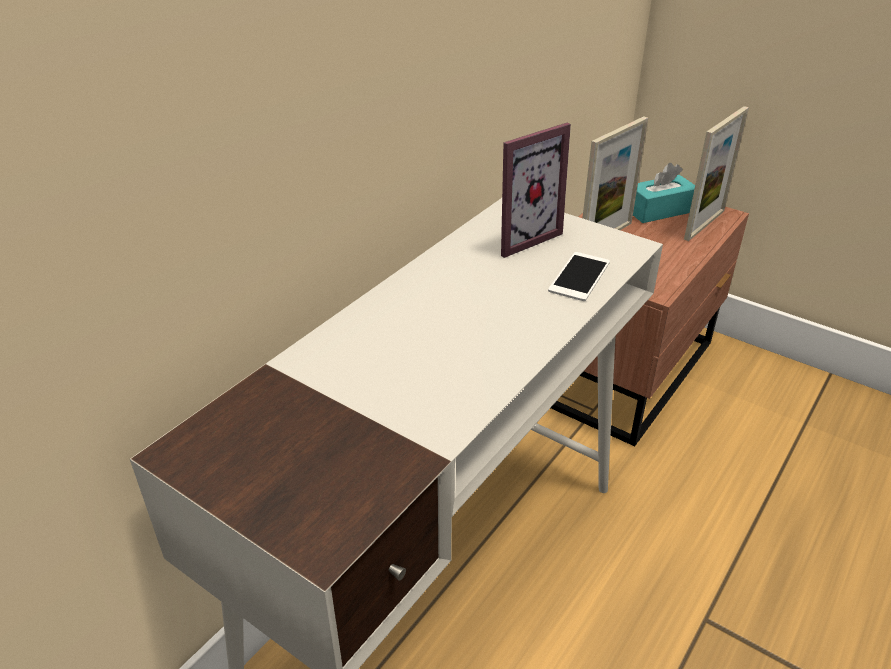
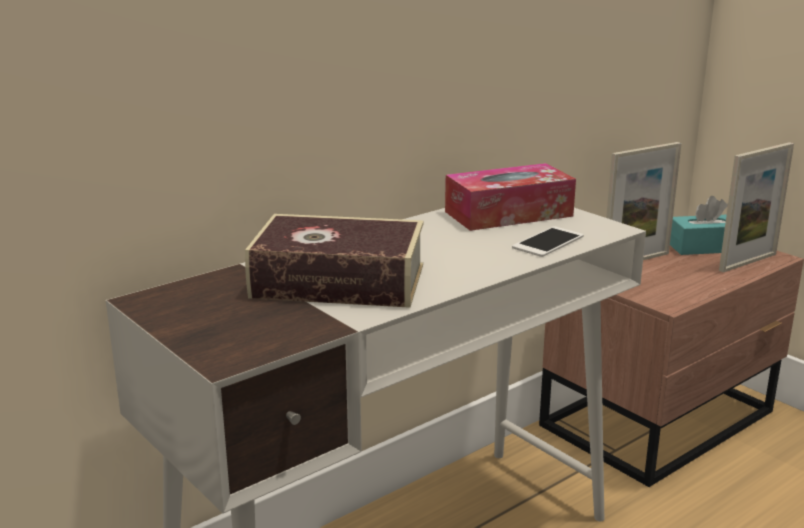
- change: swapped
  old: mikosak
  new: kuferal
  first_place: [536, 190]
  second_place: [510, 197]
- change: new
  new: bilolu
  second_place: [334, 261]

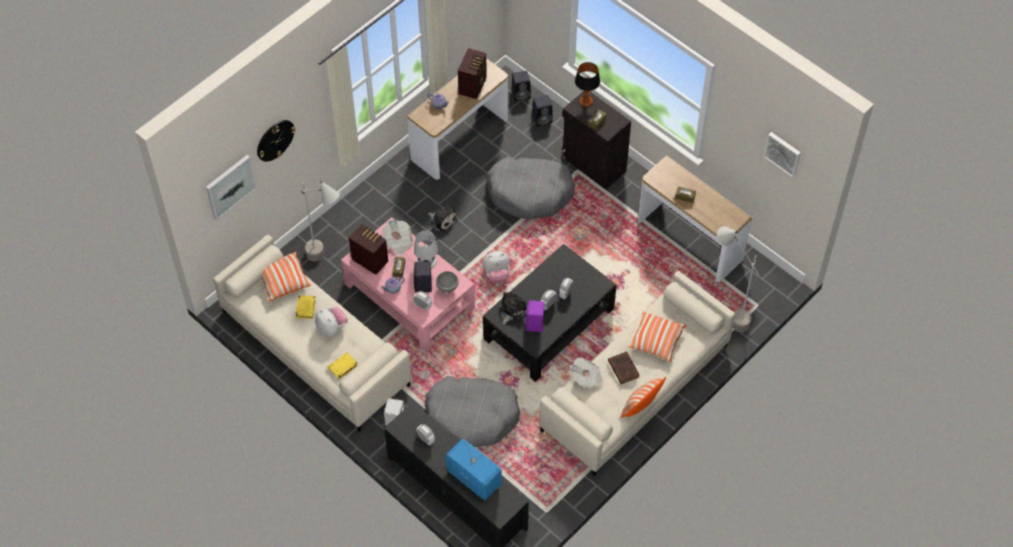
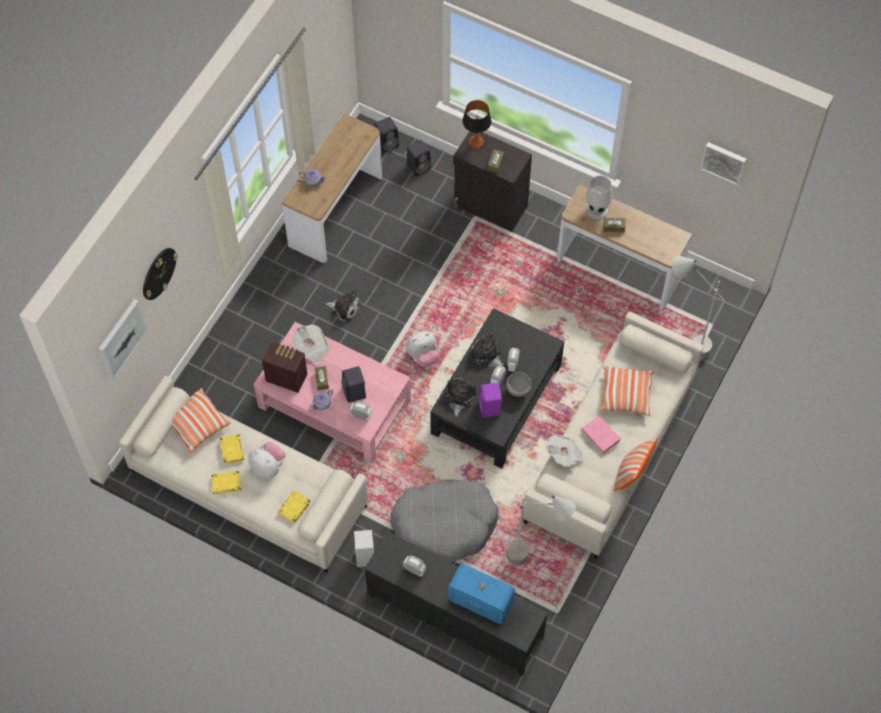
- change: shifted
  old: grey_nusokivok
  first_place: [320, 221]
  second_place: [541, 530]
- change: shifted
  old: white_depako
  first_place: [426, 250]
  second_place: [599, 197]
- change: shifted
  old: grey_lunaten
  first_place: [447, 282]
  second_place: [519, 384]
- change: gone
  old: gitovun
  first_place: [472, 73]
- change: gone
  old: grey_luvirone
  first_place: [531, 188]
- change: repainted
  old: brown_bilolu
  new: pink_bilolu
  first_place: [624, 367]
  second_place: [601, 434]
- change: new
  new: yellow_bilolu
  second_place: [226, 482]
- change: new
  new: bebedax
  second_place: [486, 350]

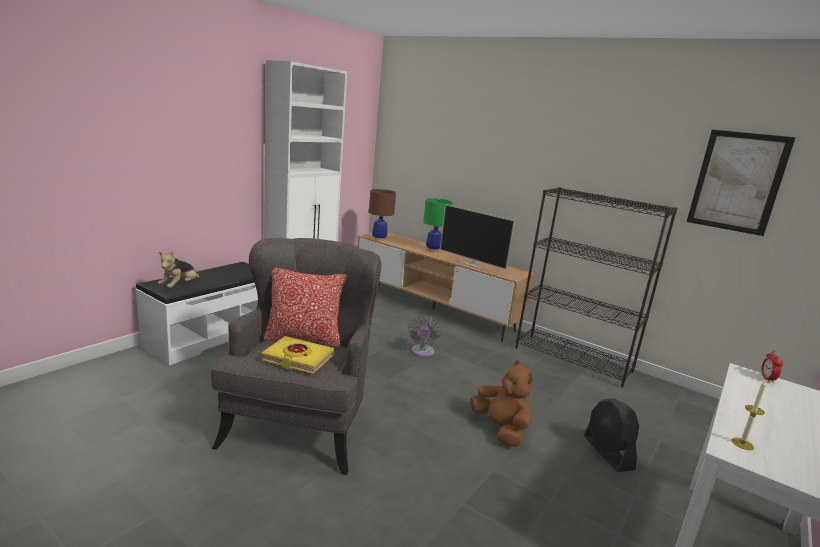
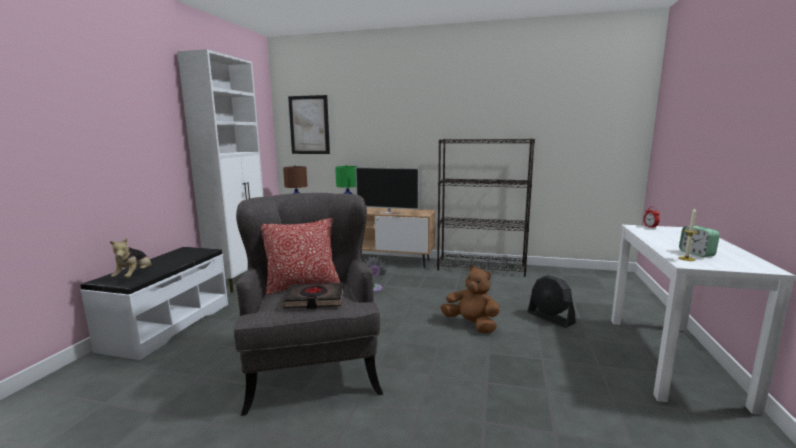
- change: repainted
  old: yellow_bilolu
  new: black_bilolu
  first_place: [297, 355]
  second_place: [313, 296]
- change: shifted
  old: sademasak
  first_place: [741, 183]
  second_place: [309, 124]
- change: new
  new: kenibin
  second_place: [699, 241]

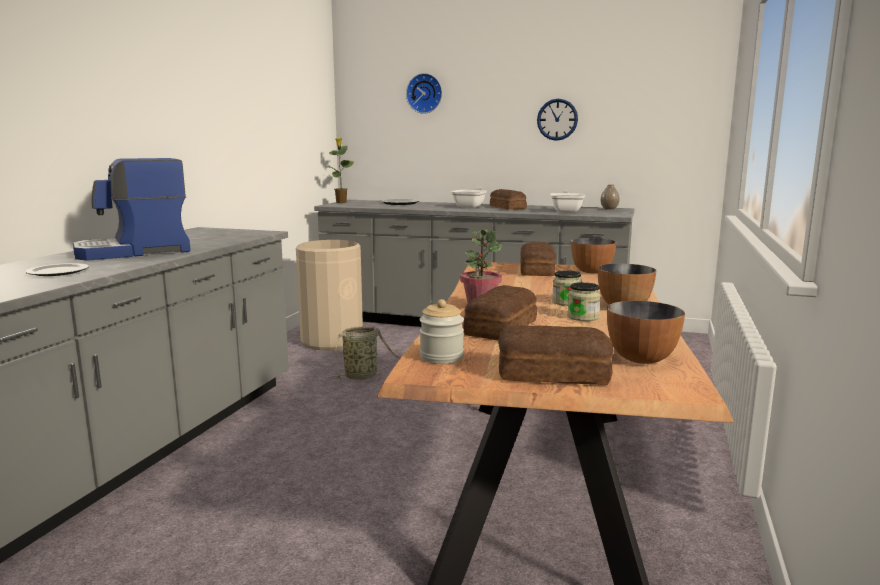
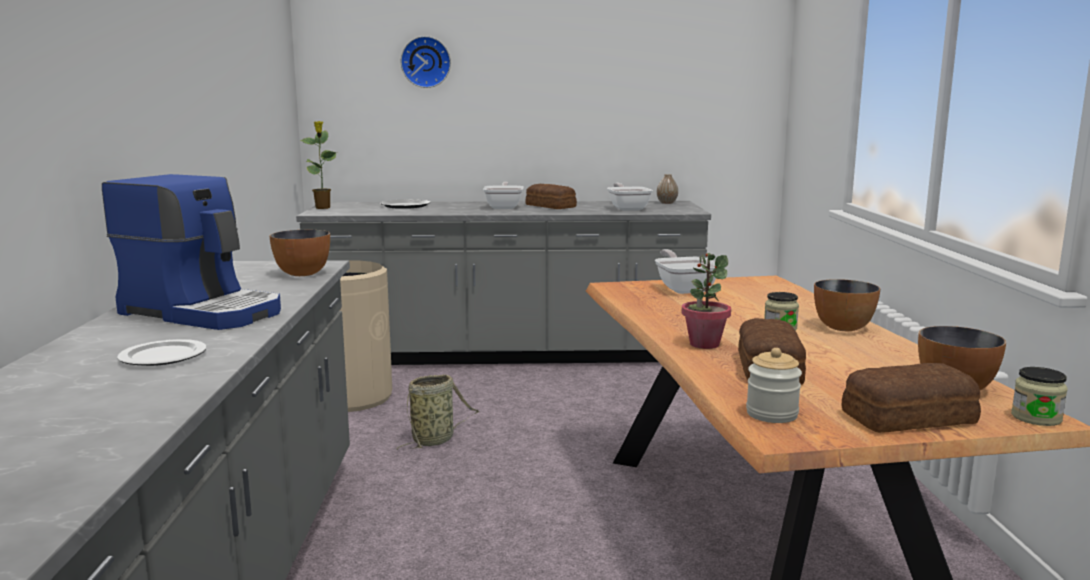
- change: rotated
  old: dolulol
  first_place: [131, 209]
  second_place: [191, 252]
  degrees: -105
- change: swapped
  old: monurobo
  new: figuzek
  first_place: [538, 259]
  second_place: [685, 271]
- change: gone
  old: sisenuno
  first_place: [557, 120]
- change: shifted
  old: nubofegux
  first_place: [583, 301]
  second_place: [1039, 396]
- change: shifted
  old: lunaten
  first_place: [593, 255]
  second_place: [300, 253]

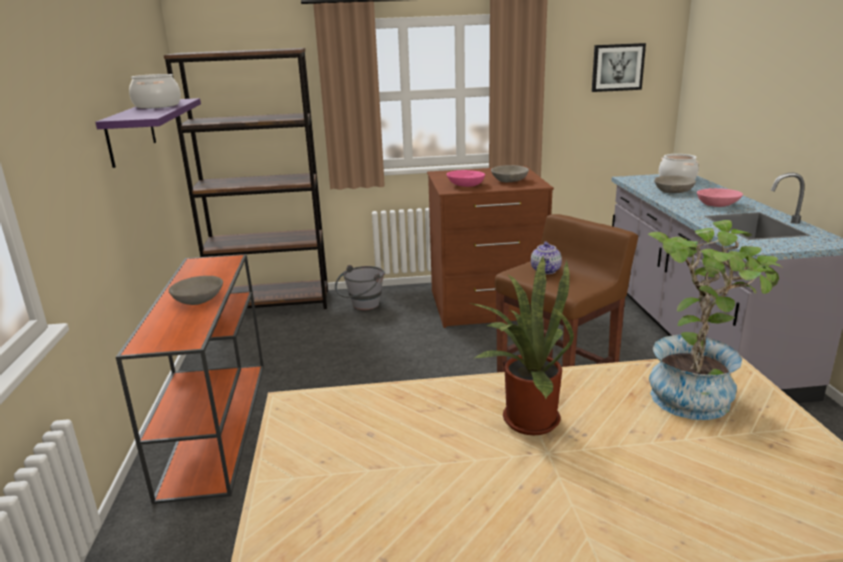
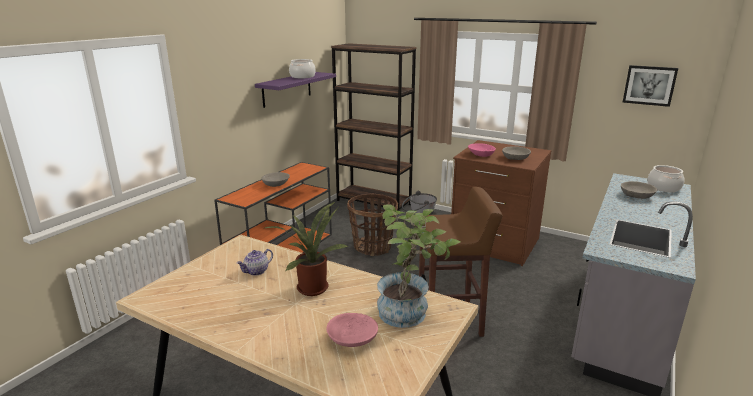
- change: shifted
  old: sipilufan
  first_place: [546, 258]
  second_place: [255, 262]
- change: shifted
  old: pink_lunaten
  first_place: [720, 197]
  second_place: [352, 330]
- change: new
  new: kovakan
  second_place: [372, 224]

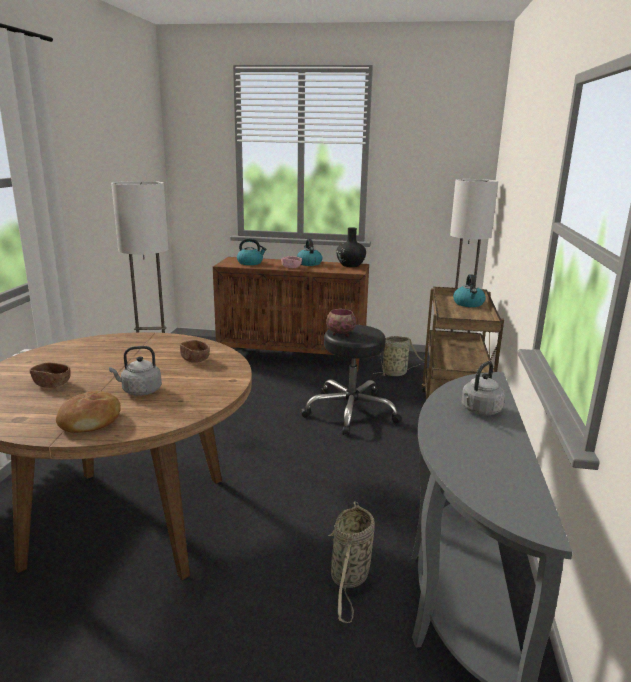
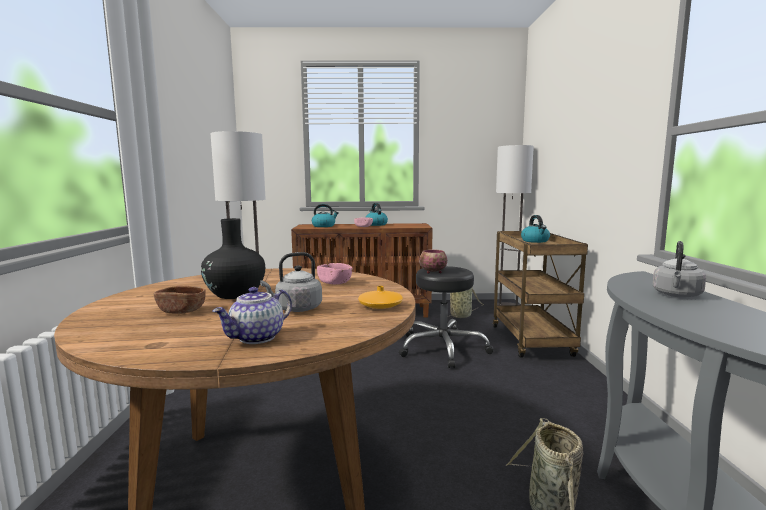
- change: swapped
  old: monurobo
  new: sipilufan
  first_place: [88, 412]
  second_place: [252, 315]
- change: repainted
  old: brown_lunaten
  new: pink_lunaten
  first_place: [195, 351]
  second_place: [334, 273]
- change: shifted
  old: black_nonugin
  first_place: [351, 247]
  second_place: [233, 258]
- change: new
  new: orange_nonugin
  second_place: [380, 297]

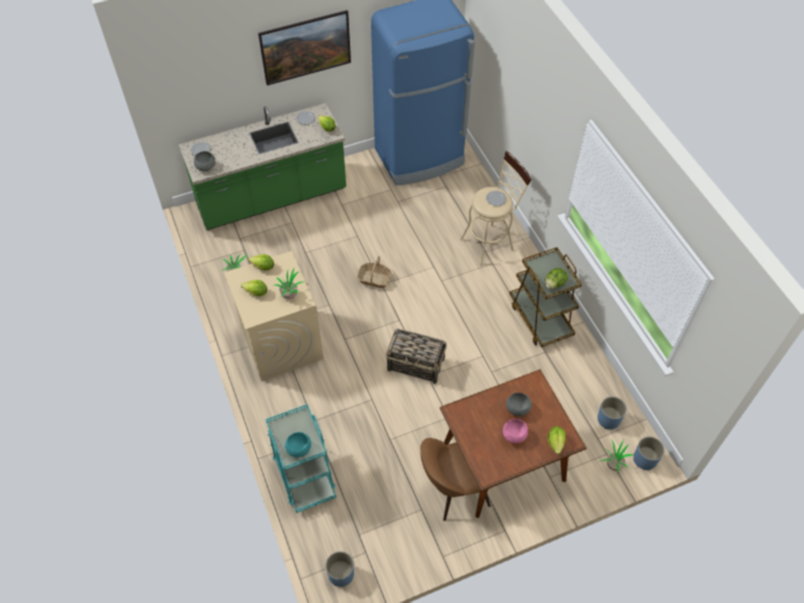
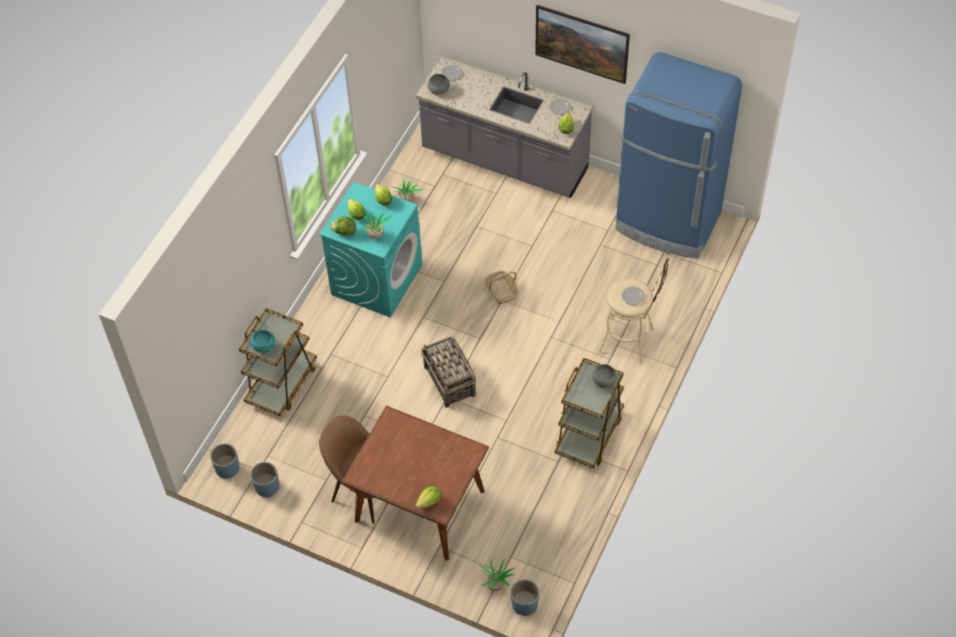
- change: repainted
  old: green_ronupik
  new: grey_ronupik
  first_place: [262, 166]
  second_place: [504, 127]
- change: repainted
  old: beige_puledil
  new: turquoise_puledil
  first_place: [274, 316]
  second_place: [370, 250]
- change: repainted
  old: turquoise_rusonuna
  new: brown_rusonuna
  first_place: [301, 458]
  second_place: [278, 362]
- change: gone
  old: pink_lunaten
  first_place: [515, 431]
- change: shifted
  old: grey_lunaten
  first_place: [519, 404]
  second_place: [604, 376]
- change: shifted
  old: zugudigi
  first_place: [556, 278]
  second_place: [343, 225]
- change: shifted
  old: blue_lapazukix
  first_place: [612, 412]
  second_place: [264, 479]

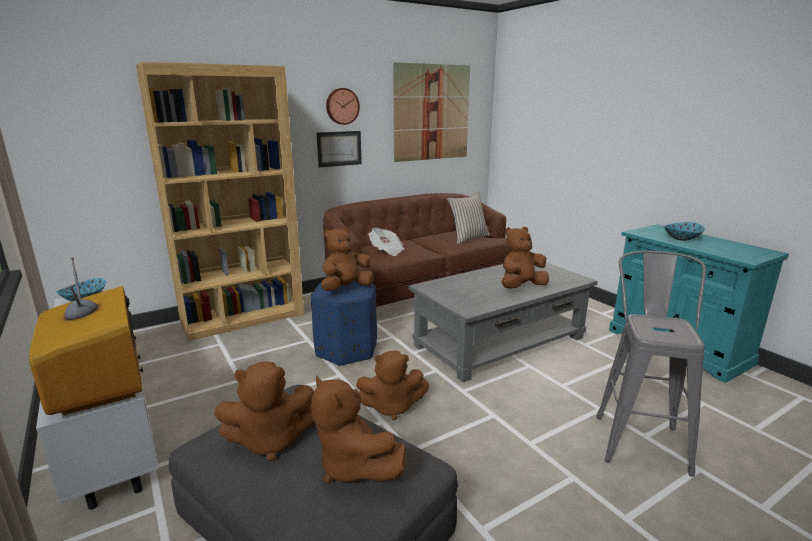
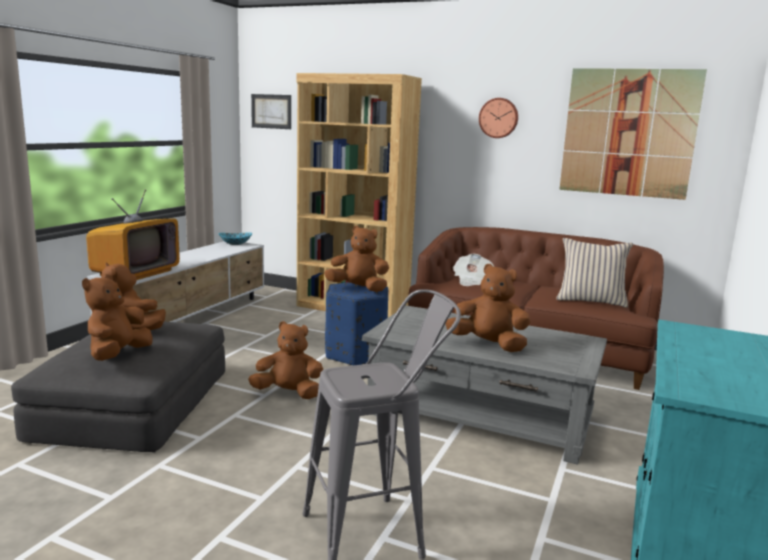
- change: shifted
  old: sademasak
  first_place: [339, 149]
  second_place: [271, 111]
- change: rotated
  old: brown_bebedax
  first_place: [392, 385]
  second_place: [285, 360]
  degrees: 135
- change: gone
  old: lunaten
  first_place: [684, 231]

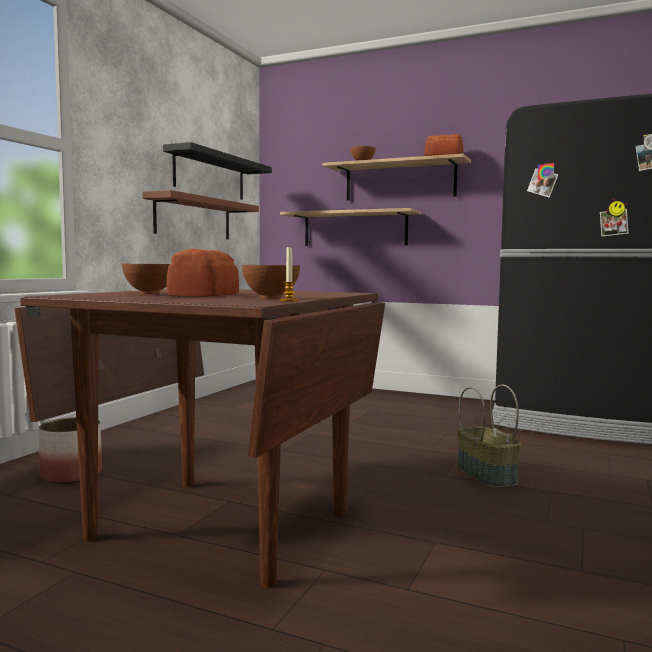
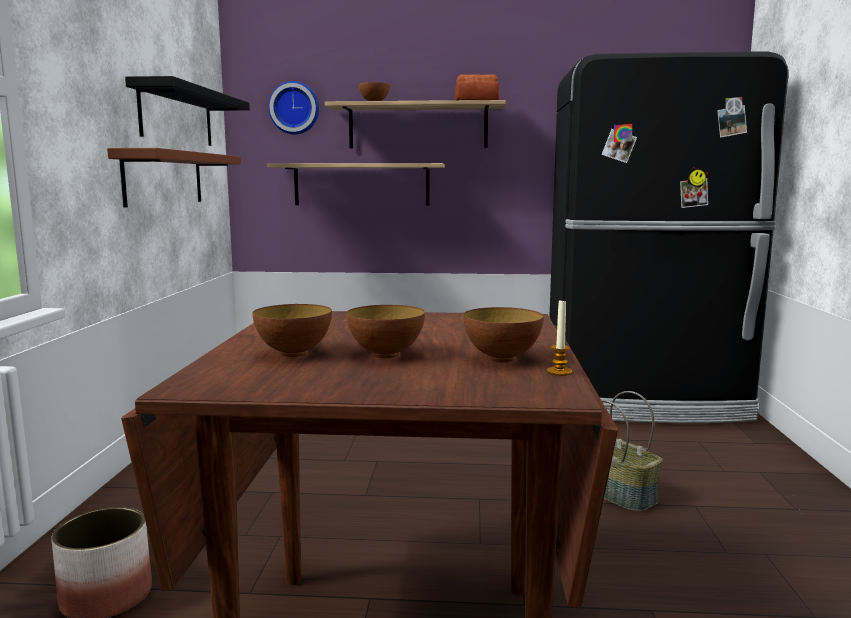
- change: swapped
  old: monurobo
  new: lunaten
  first_place: [203, 273]
  second_place: [385, 331]
- change: new
  new: sisenuno
  second_place: [294, 107]

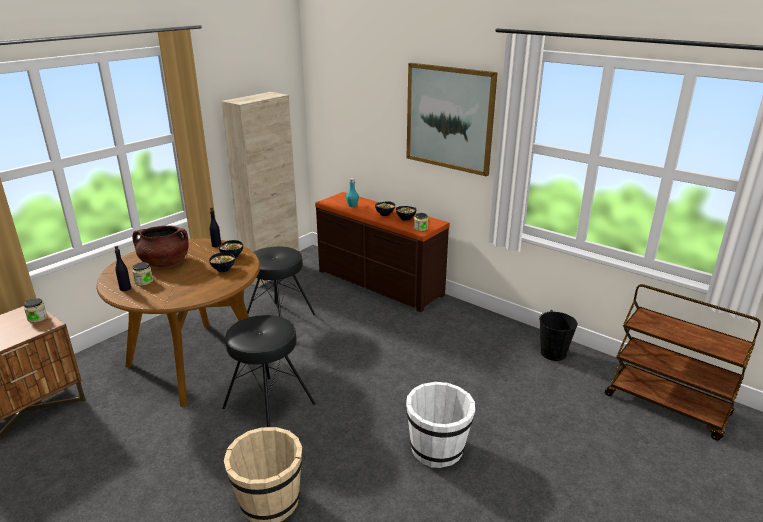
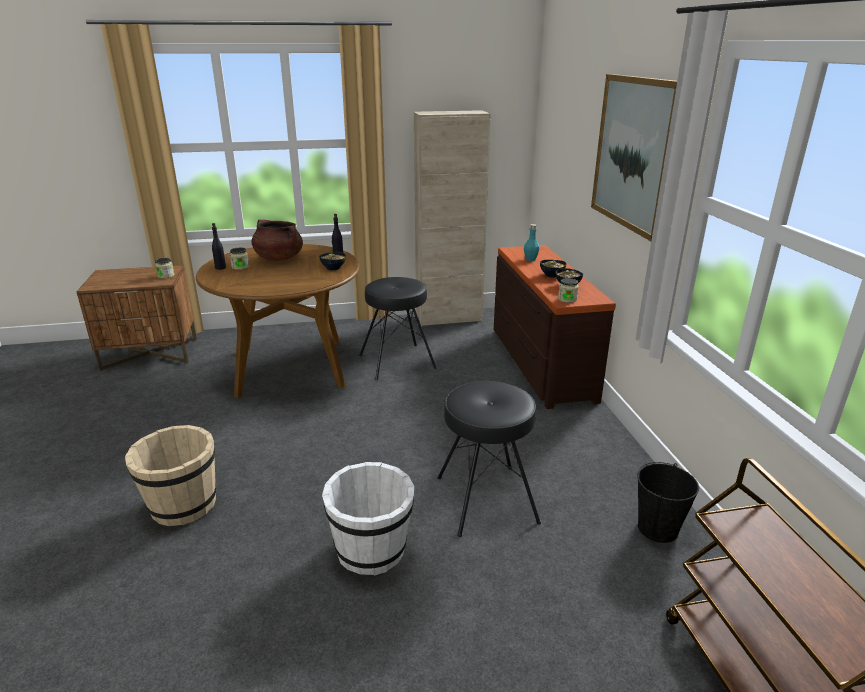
- change: gone
  old: lunaten
  first_place: [222, 262]
- change: shifted
  old: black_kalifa
  first_place: [269, 371]
  second_place: [489, 459]

